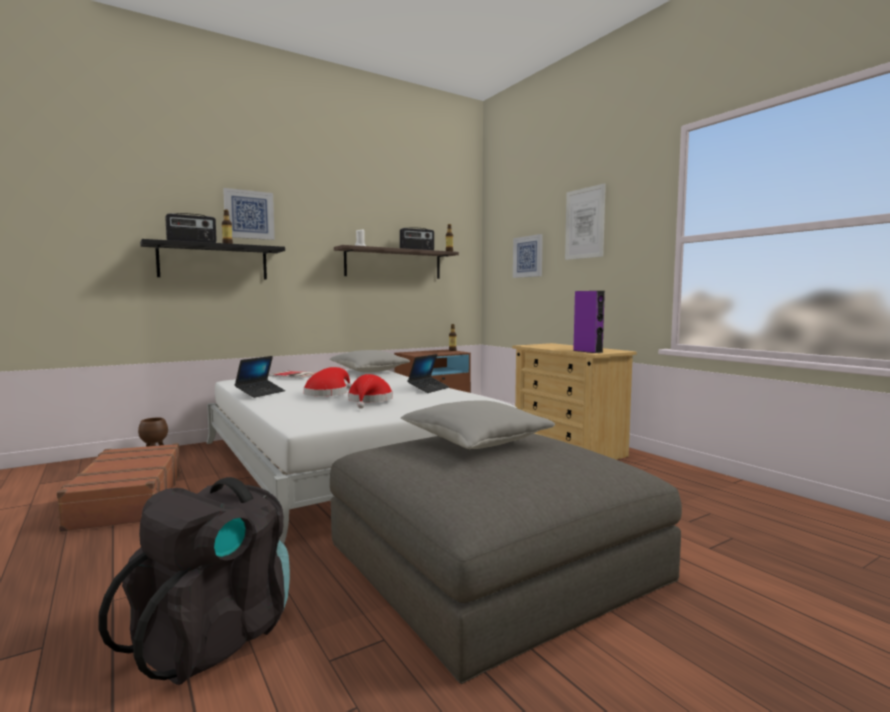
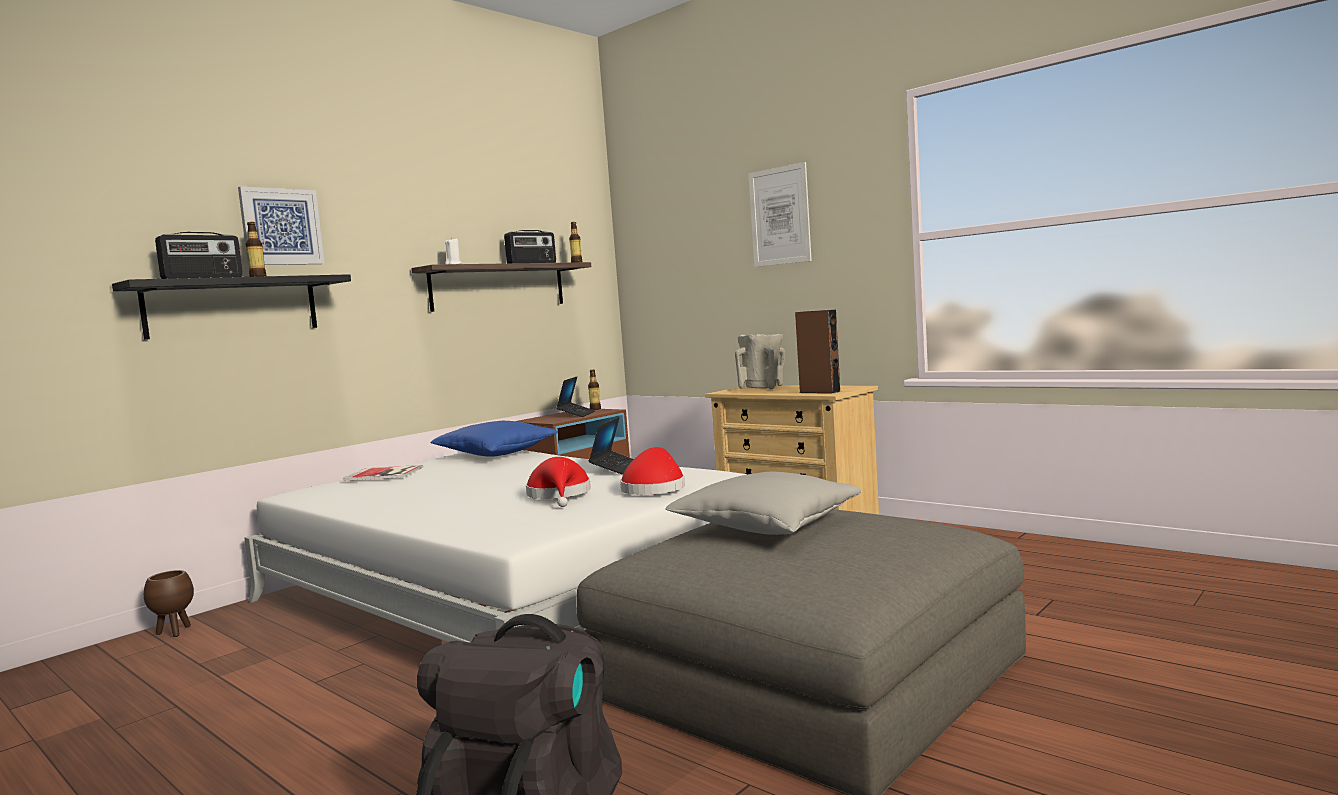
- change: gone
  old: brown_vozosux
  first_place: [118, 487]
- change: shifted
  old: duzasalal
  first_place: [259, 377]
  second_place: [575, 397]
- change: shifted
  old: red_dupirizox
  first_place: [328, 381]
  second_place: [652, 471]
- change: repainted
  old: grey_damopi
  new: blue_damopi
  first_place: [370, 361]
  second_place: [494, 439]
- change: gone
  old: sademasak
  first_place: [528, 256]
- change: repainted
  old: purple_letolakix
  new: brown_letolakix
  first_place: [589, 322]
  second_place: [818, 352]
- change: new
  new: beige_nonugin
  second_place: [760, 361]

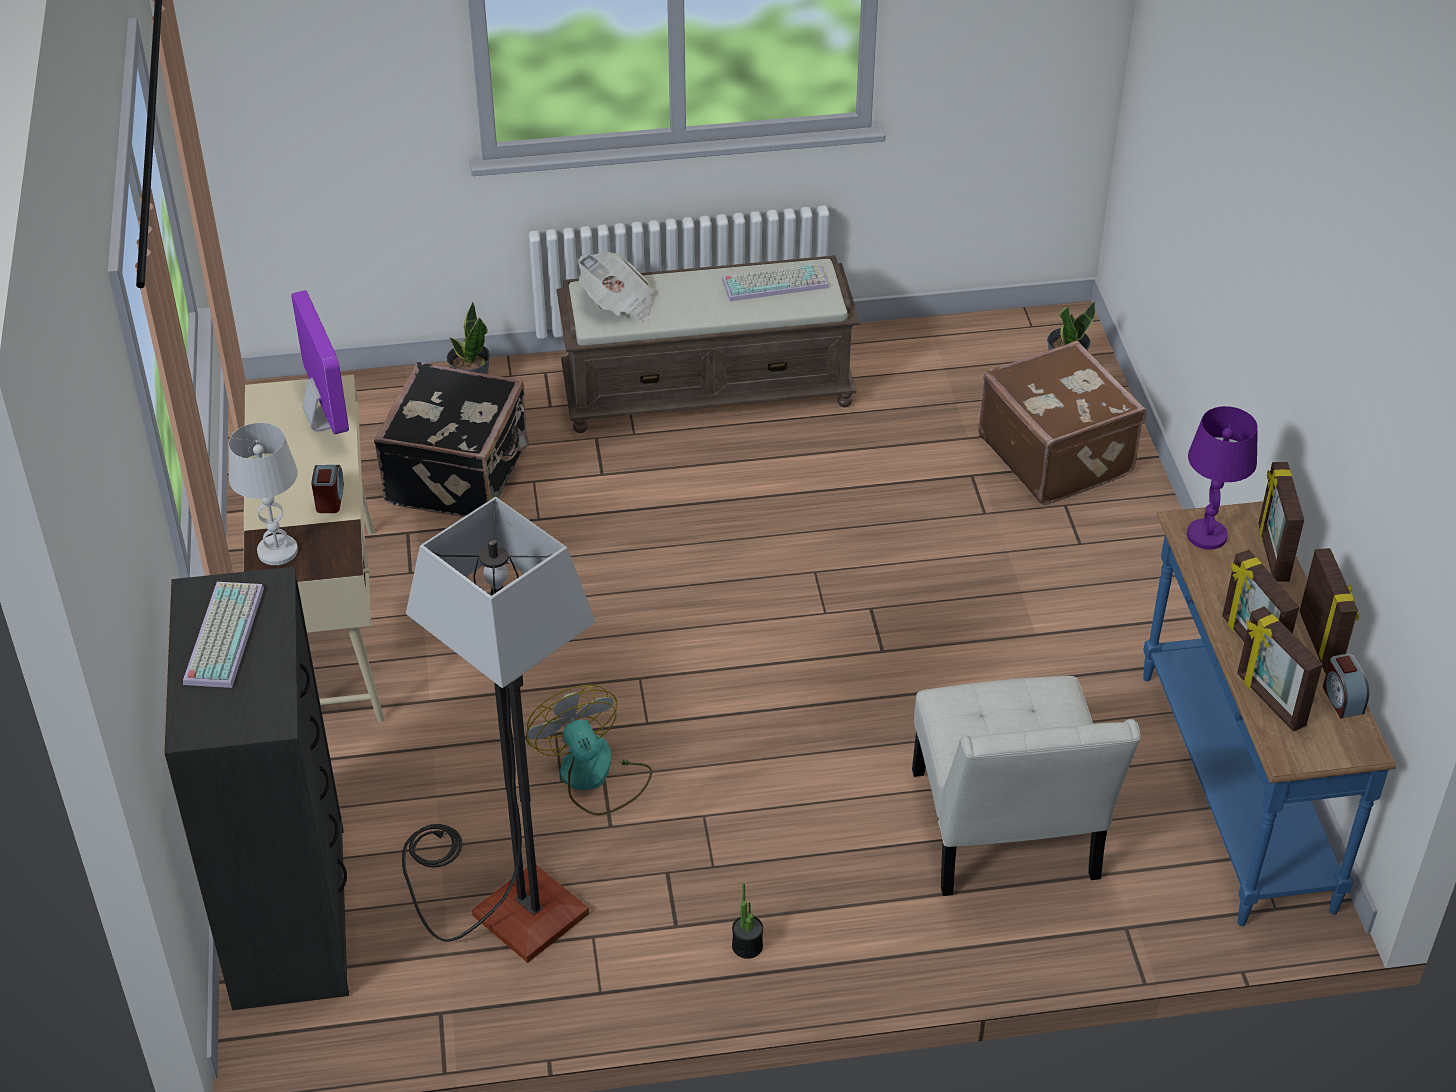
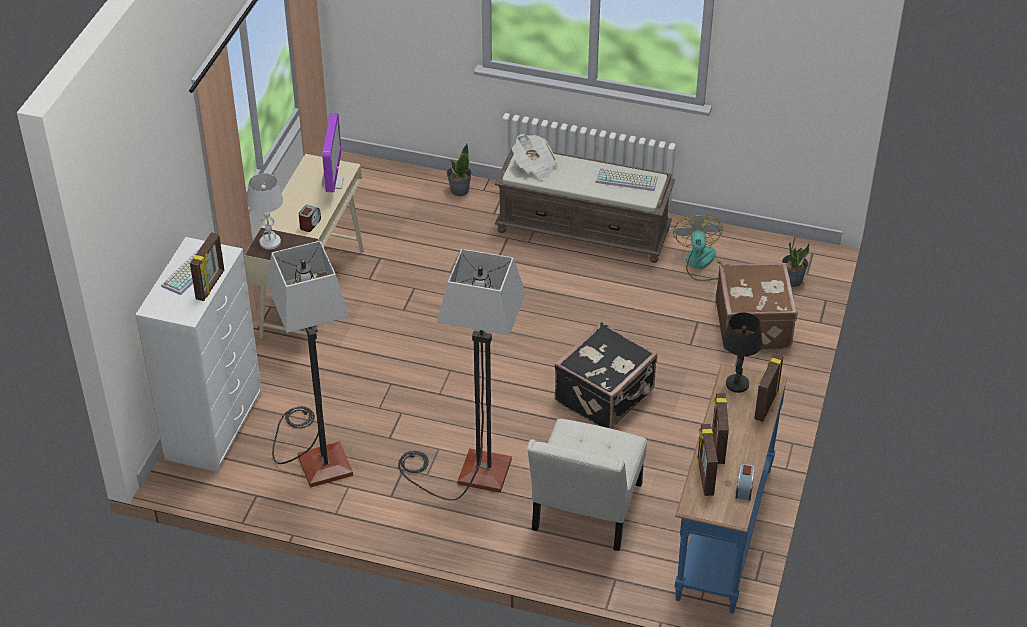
- change: repainted
  old: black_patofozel
  new: white_patofozel
  first_place: [256, 788]
  second_place: [199, 354]
- change: shifted
  old: black_vozosux
  first_place: [451, 439]
  second_place: [606, 375]
- change: shifted
  old: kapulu
  first_place: [589, 750]
  second_place: [698, 247]
- change: gone
  old: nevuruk
  first_place: [747, 921]
- change: repainted
  old: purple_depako
  new: black_depako
  first_place: [1222, 478]
  second_place: [742, 353]
- change: shifted
  old: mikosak
  first_place: [1329, 611]
  second_place: [207, 266]
- change: new
  new: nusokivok
  second_place: [461, 375]

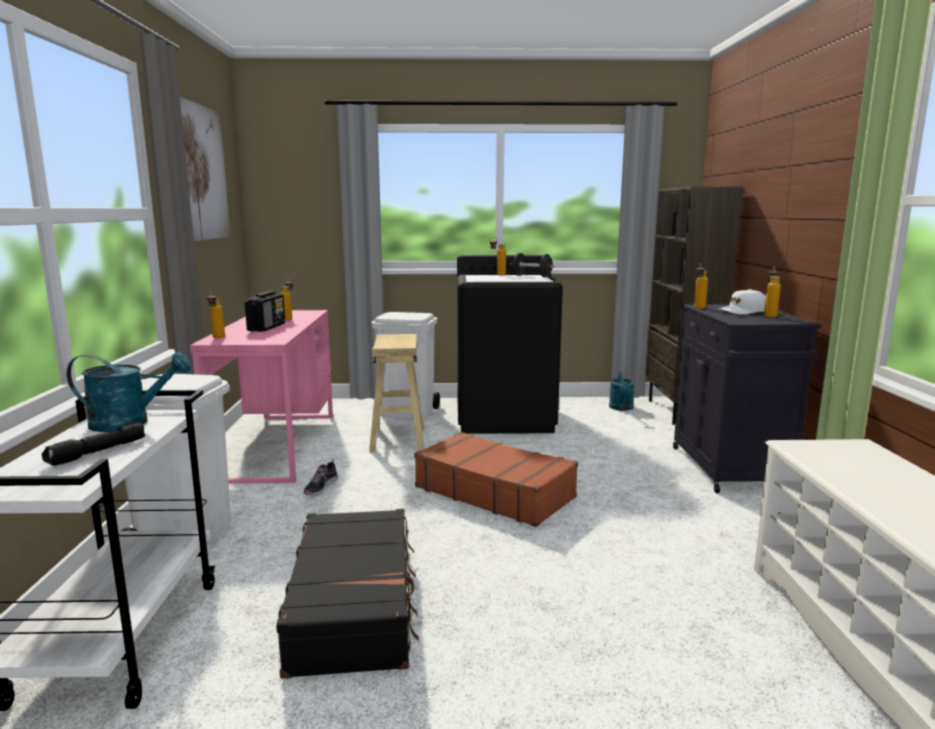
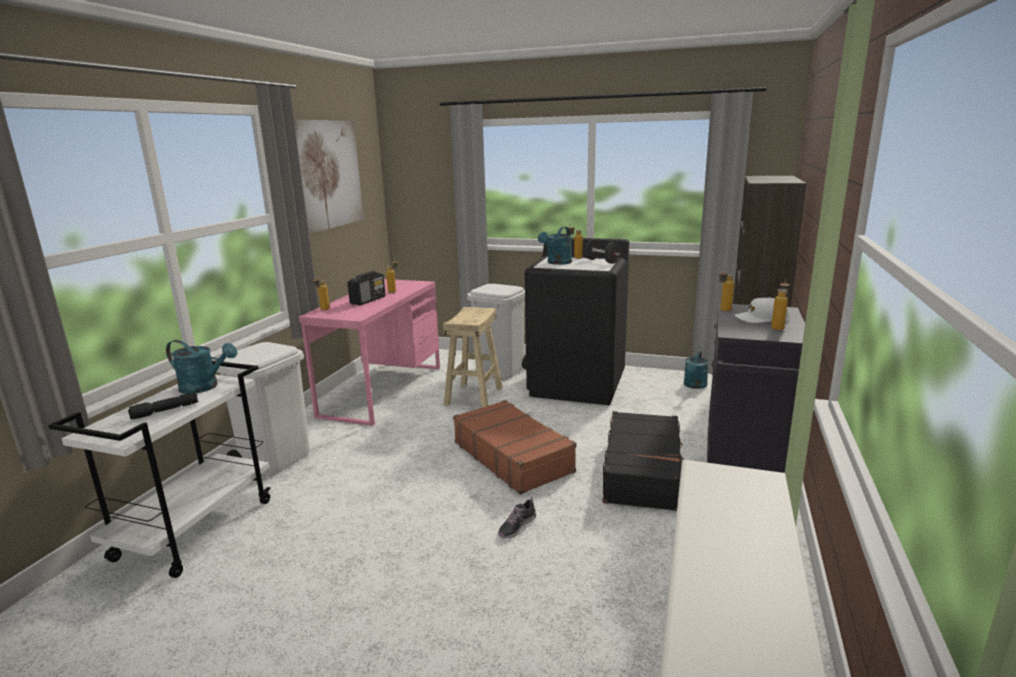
- change: shifted
  old: black_vozosux
  first_place: [347, 594]
  second_place: [643, 461]
- change: shifted
  old: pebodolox
  first_place: [321, 477]
  second_place: [517, 517]
- change: new
  new: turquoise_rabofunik
  second_place: [555, 246]

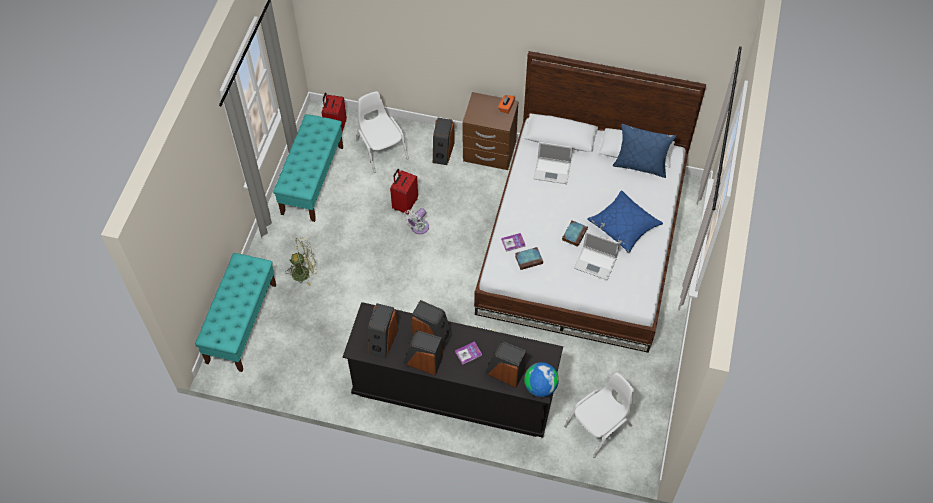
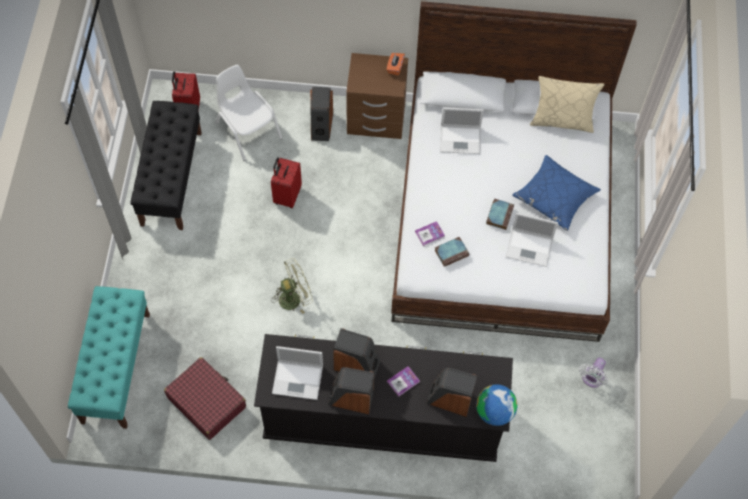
- change: repainted
  old: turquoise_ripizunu
  new: black_ripizunu
  first_place: [308, 168]
  second_place: [166, 165]
- change: shifted
  old: green_kapulu
  first_place: [302, 261]
  second_place: [292, 286]
- change: swapped
  old: letolakix
  new: duzasalal
  first_place: [383, 331]
  second_place: [297, 373]
- change: shifted
  old: white_kapulu
  first_place: [416, 221]
  second_place: [593, 373]
- change: gone
  old: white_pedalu
  first_place: [599, 415]
- change: repainted
  old: blue_damopi
  new: beige_damopi
  first_place: [644, 151]
  second_place: [567, 104]
- change: new
  new: red_vozosux
  second_place: [205, 398]

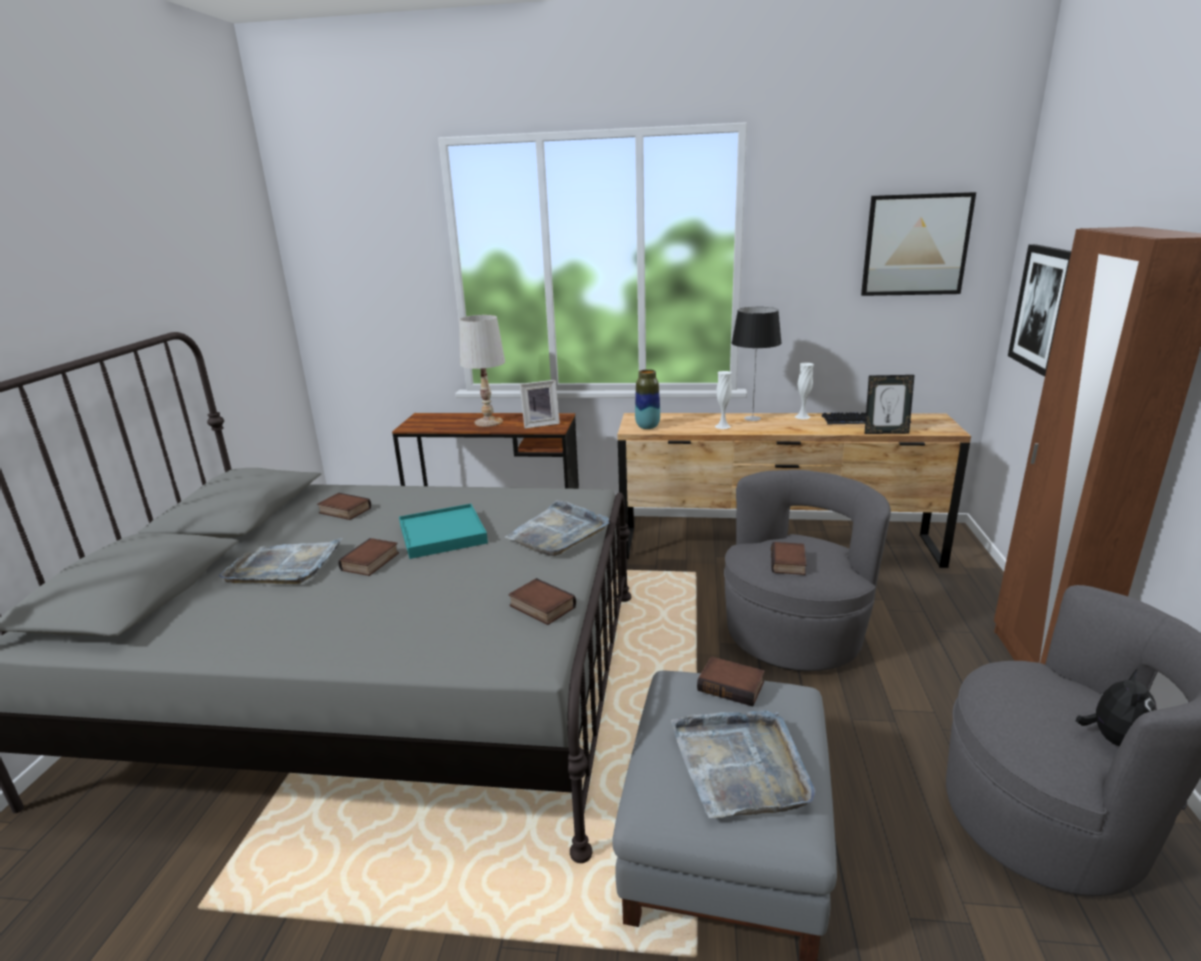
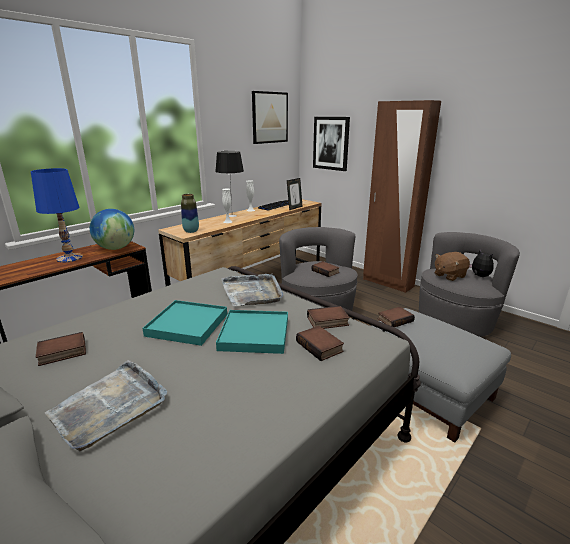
- change: shifted
  old: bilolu
  first_place: [368, 557]
  second_place: [320, 343]
- change: repainted
  old: white_depako
  new: blue_depako
  first_place: [482, 371]
  second_place: [57, 215]
- change: swapped
  old: mikosak
  new: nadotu
  first_place: [540, 404]
  second_place: [112, 229]
- change: gone
  old: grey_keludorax
  first_place: [743, 764]
- change: new
  new: turquoise_keludorax
  second_place: [252, 332]
- change: new
  new: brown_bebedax
  second_place: [452, 266]

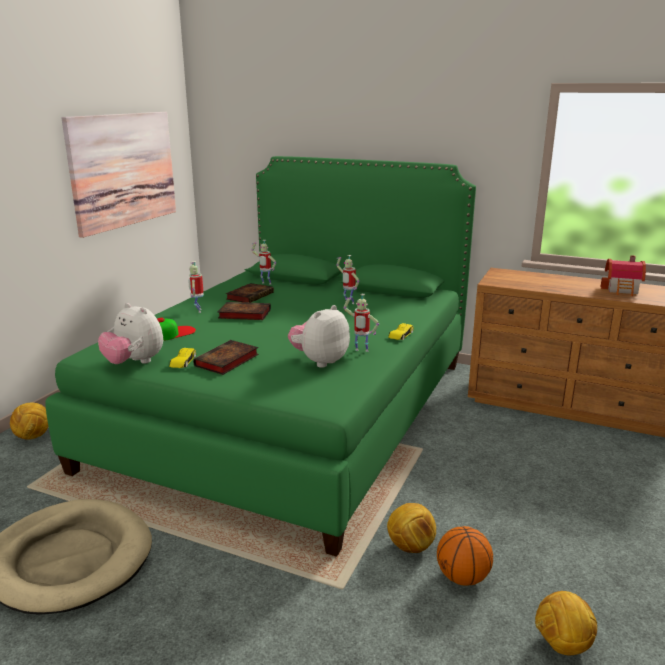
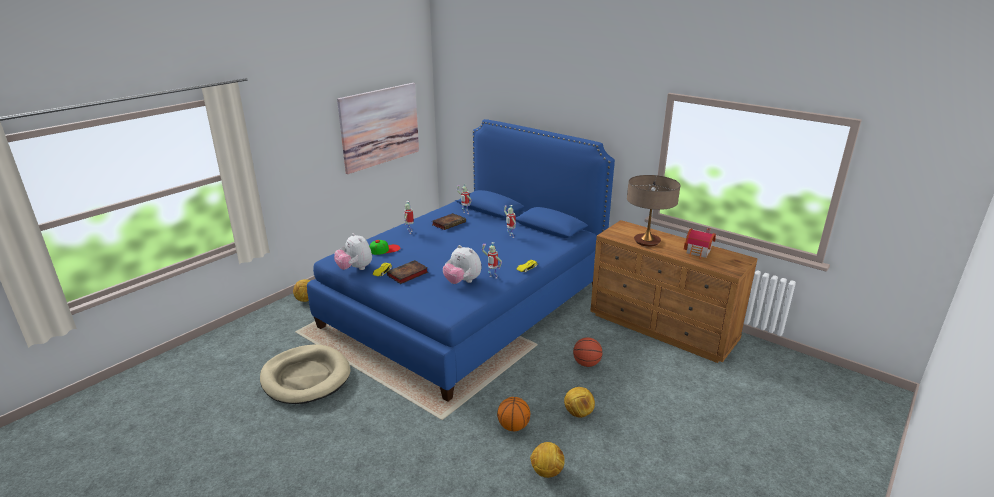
- change: repainted
  old: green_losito
  new: blue_losito
  first_place: [260, 356]
  second_place: [461, 260]
- change: gone
  old: bilolu
  first_place: [244, 311]
- change: rotated
  old: bebedax
  first_place: [319, 336]
  second_place: [462, 264]
  degrees: -105
- change: shifted
  old: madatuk
  first_place: [411, 528]
  second_place: [579, 402]
- change: new
  new: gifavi
  second_place: [588, 352]
- change: new
  new: depako
  second_place: [653, 211]

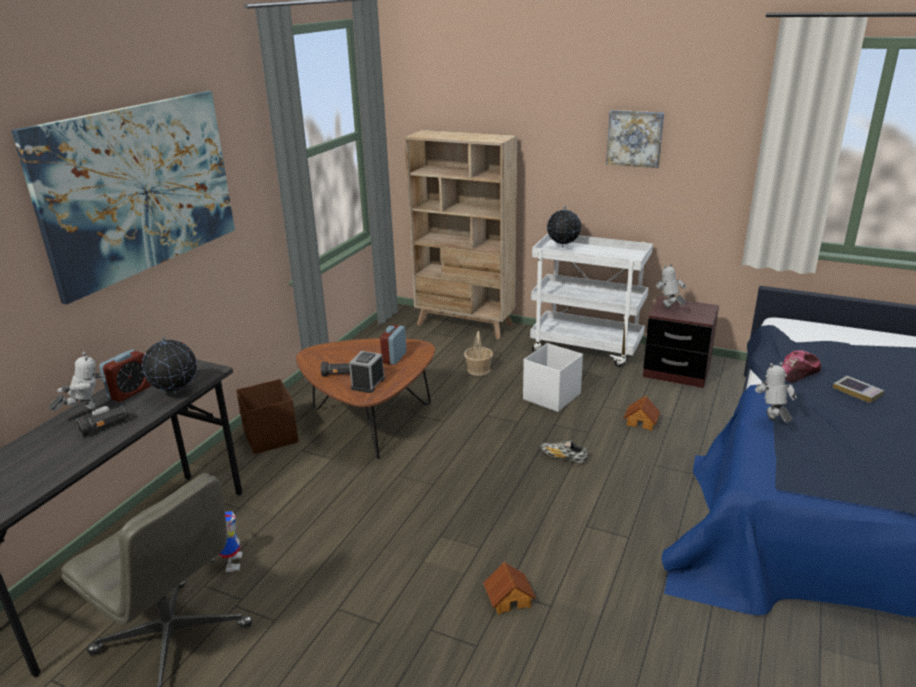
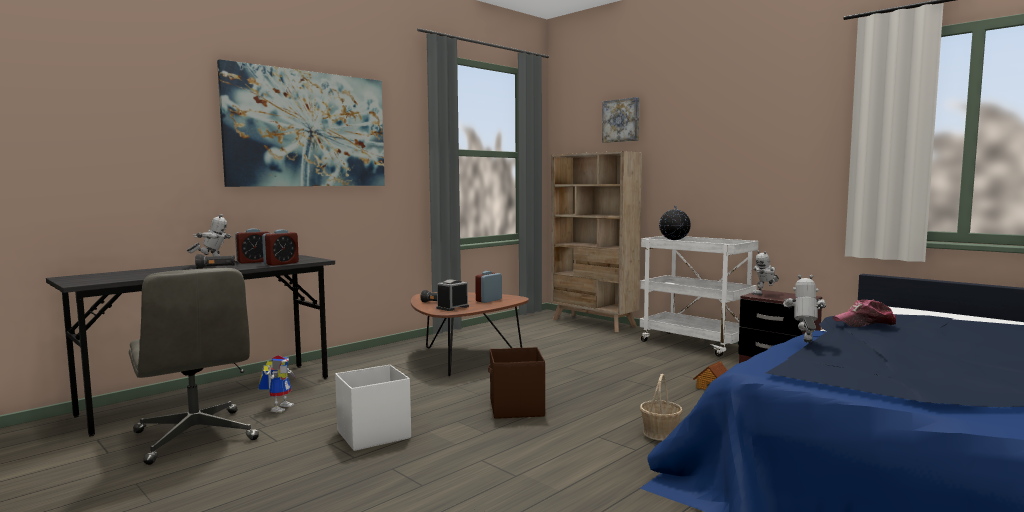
- change: swapped
  old: nadotu
  new: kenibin
  first_place: [169, 365]
  second_place: [280, 247]
- change: shifted
  old: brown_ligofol
  first_place: [267, 416]
  second_place: [516, 383]
- change: shifted
  old: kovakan
  first_place: [478, 353]
  second_place: [661, 407]
- change: gone
  old: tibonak
  first_place: [509, 588]
- change: shifted
  old: white_ligofol
  first_place: [553, 377]
  second_place: [373, 408]
- change: gone
  old: pebodolox
  first_place: [564, 451]
- change: shifted
  old: sademasak
  first_place: [635, 139]
  second_place: [620, 120]
- change: rotated
  old: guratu
  first_place: [671, 286]
  second_place: [765, 273]
  degrees: -120
- change: gone
  old: bilolu
  first_place: [858, 389]

